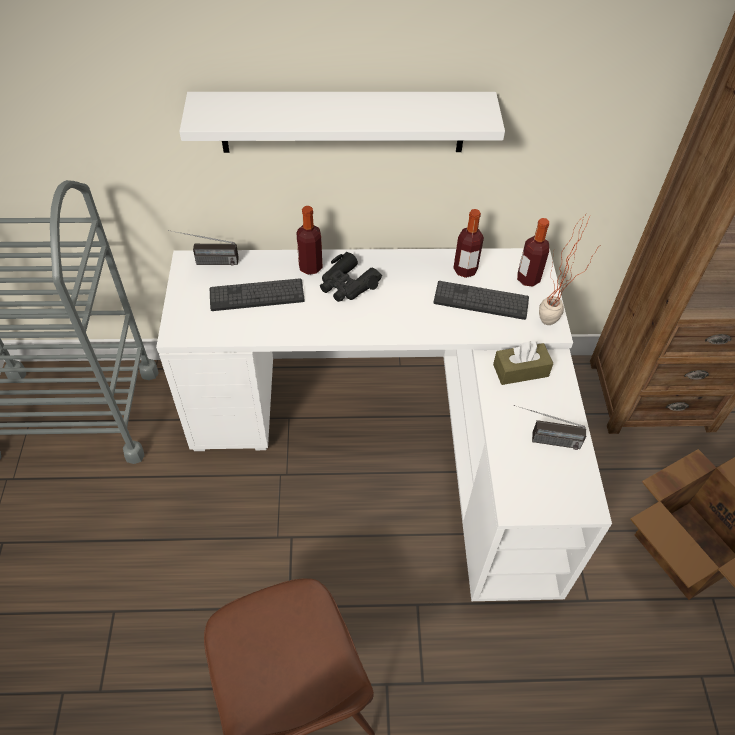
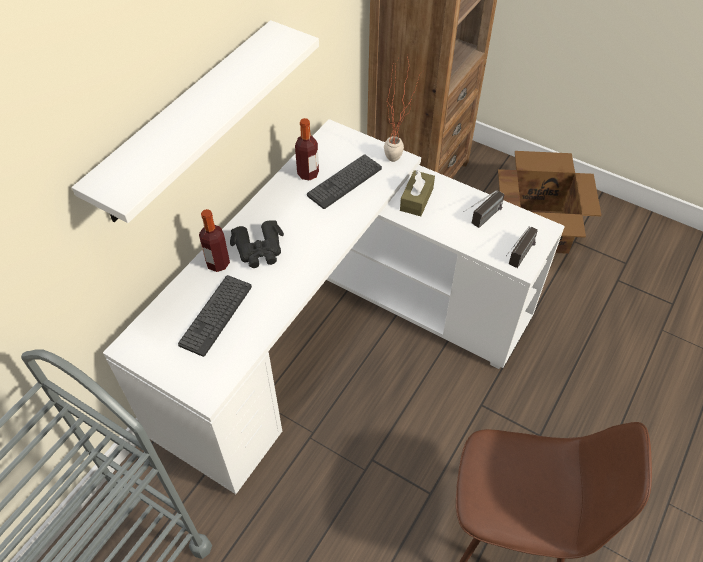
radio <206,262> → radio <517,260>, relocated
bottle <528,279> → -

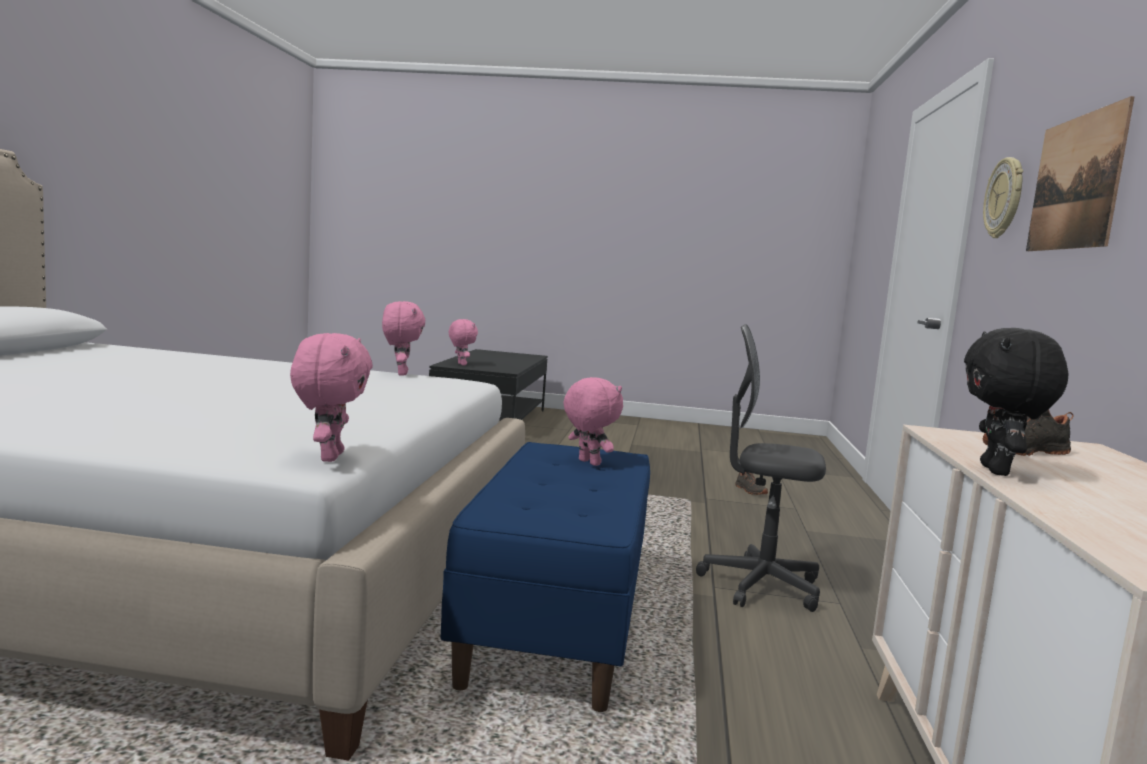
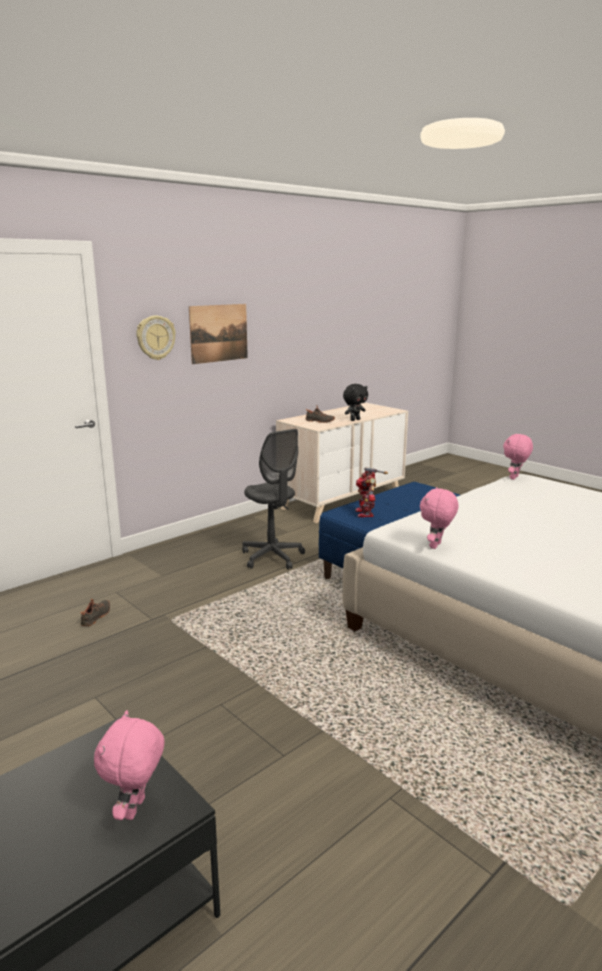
pink plush toy <587,463> → toy robot <366,513>

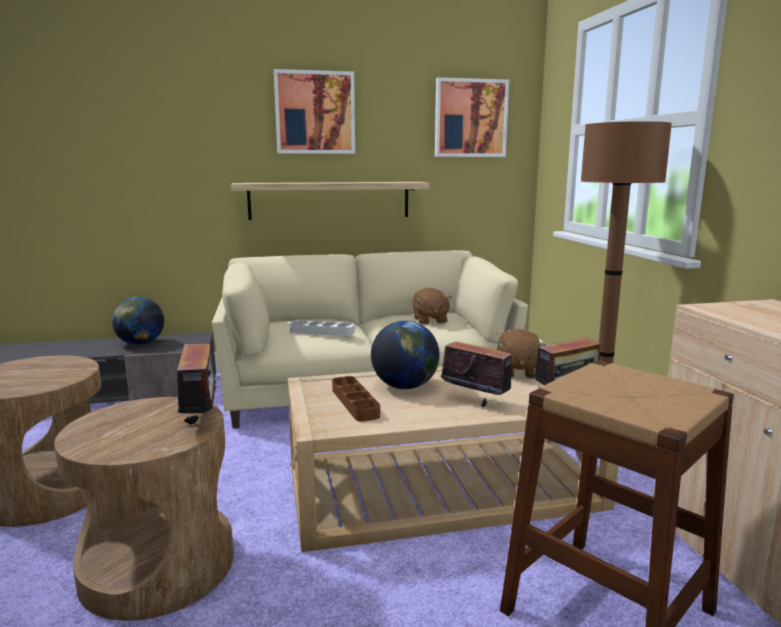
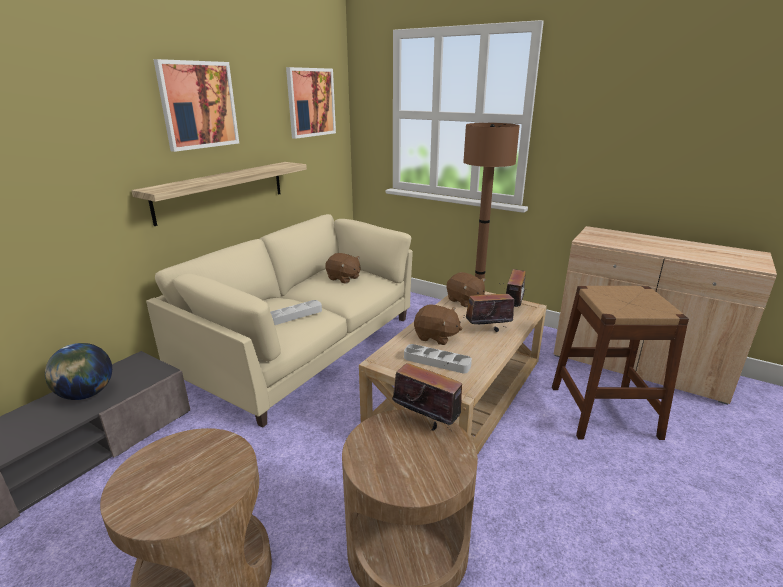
brown tray <355,402> → grey tray <437,362>
globe <405,386> → brown plush toy <436,337>

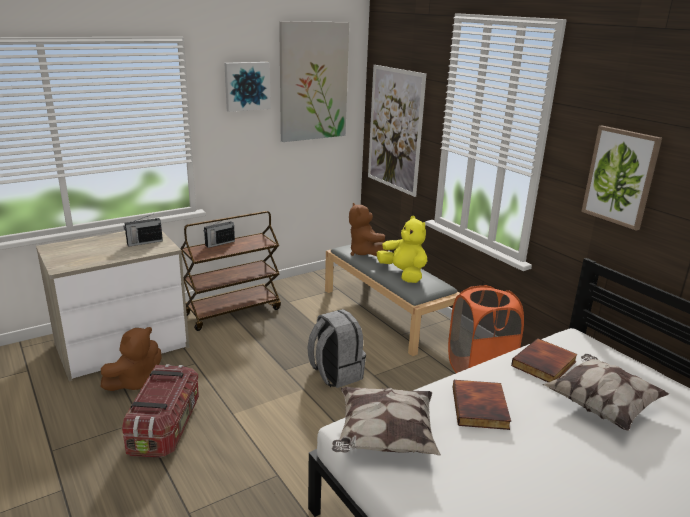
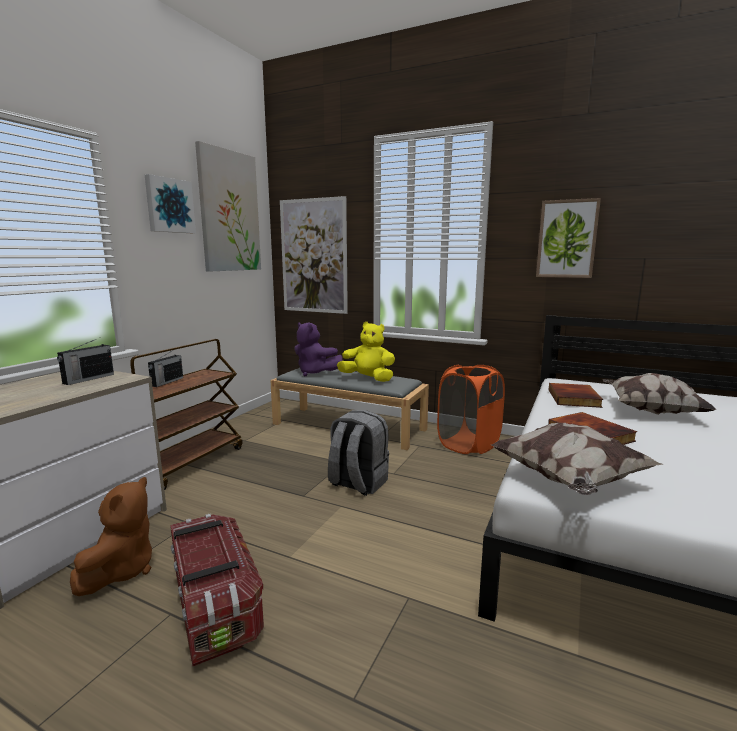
brown plush toy <365,253> → purple plush toy <315,373>

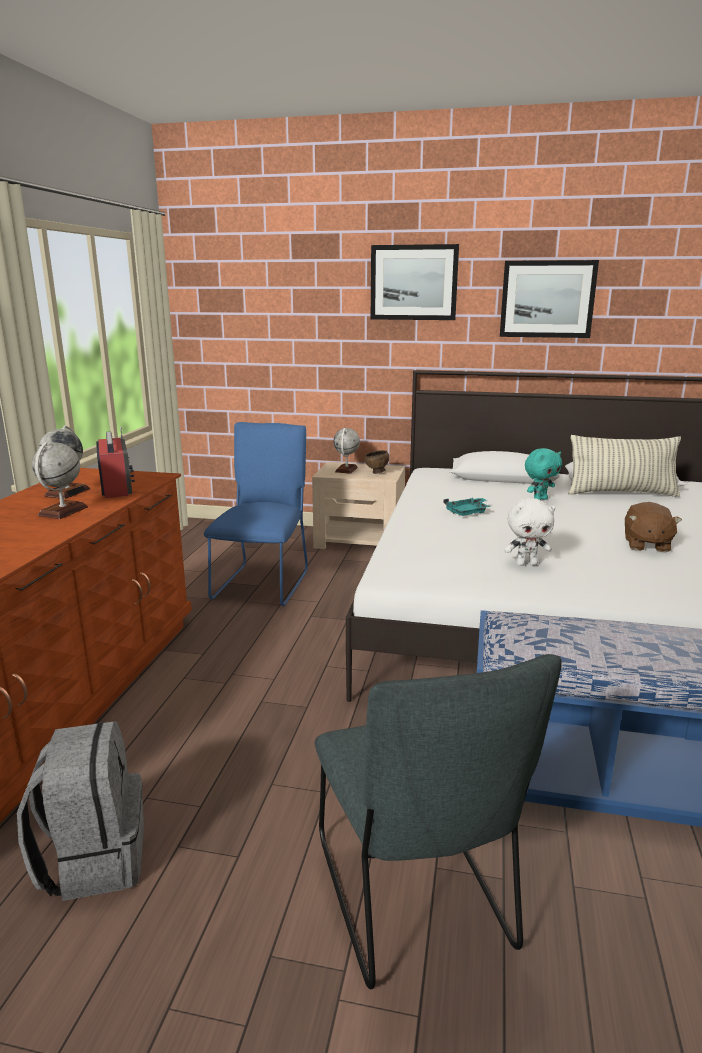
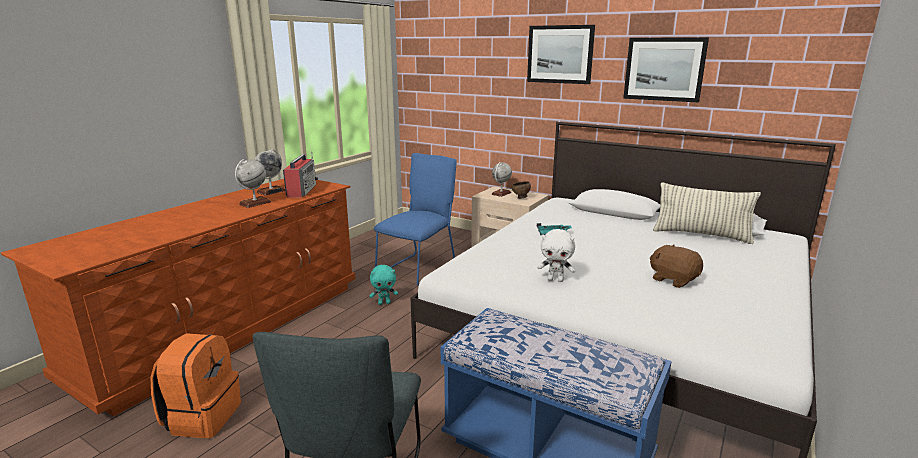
grey backpack <94,858> → orange backpack <202,417>
turquoise plush toy <539,499> → turquoise plush toy <384,303>, relocated
brown plush toy <646,545> → brown plush toy <673,279>, 105 degrees clockwise

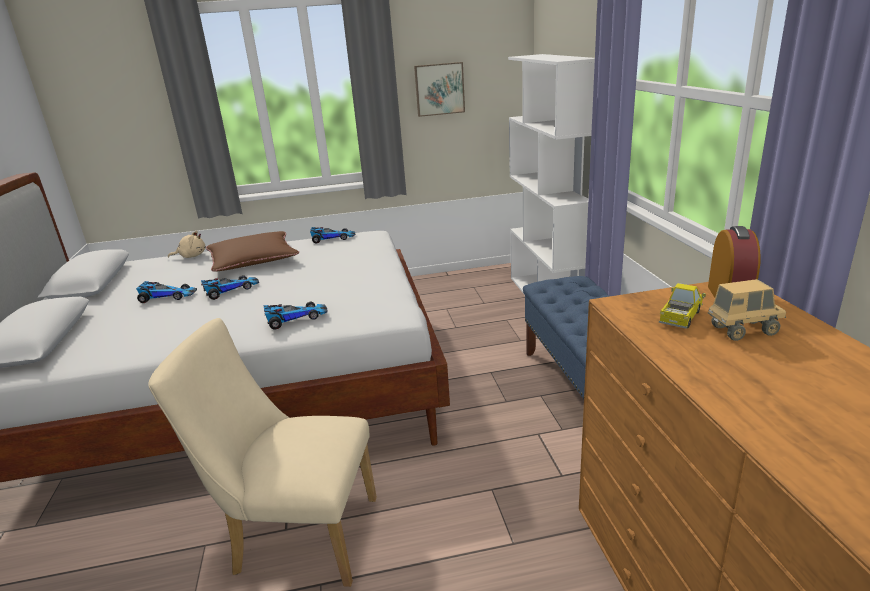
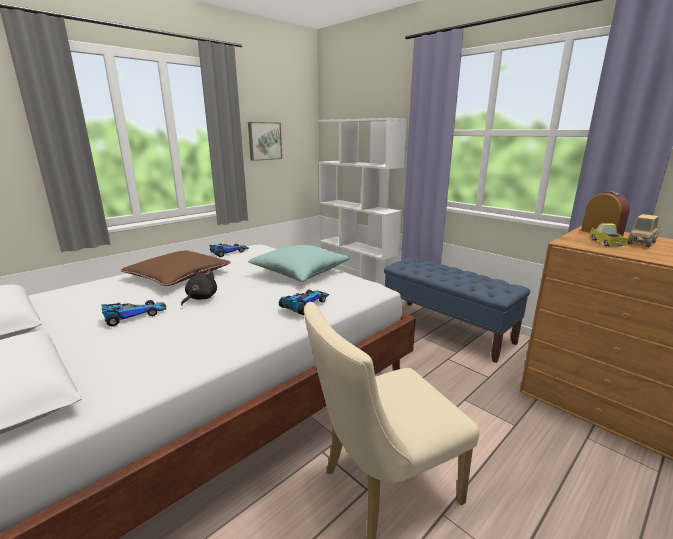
toy car <230,290> → black plush toy <200,298>
- → turquoise pillow <300,273>
beige plush toy <191,256> → -

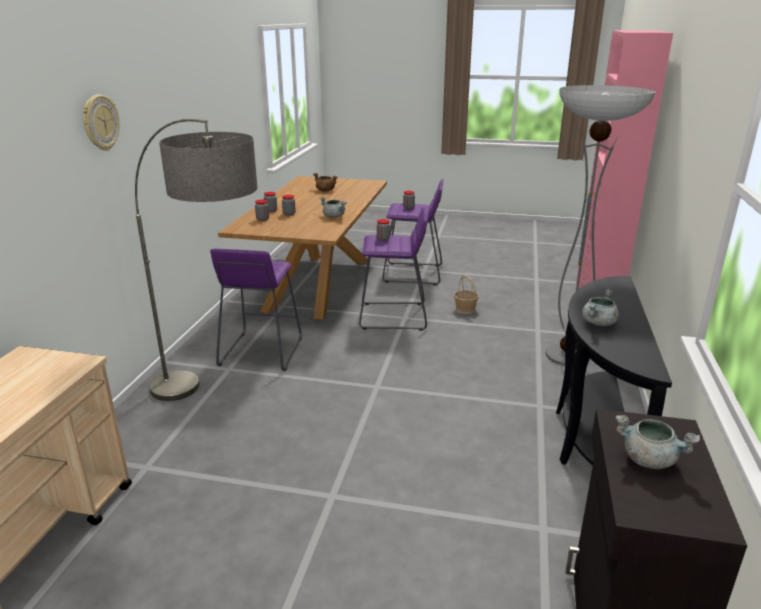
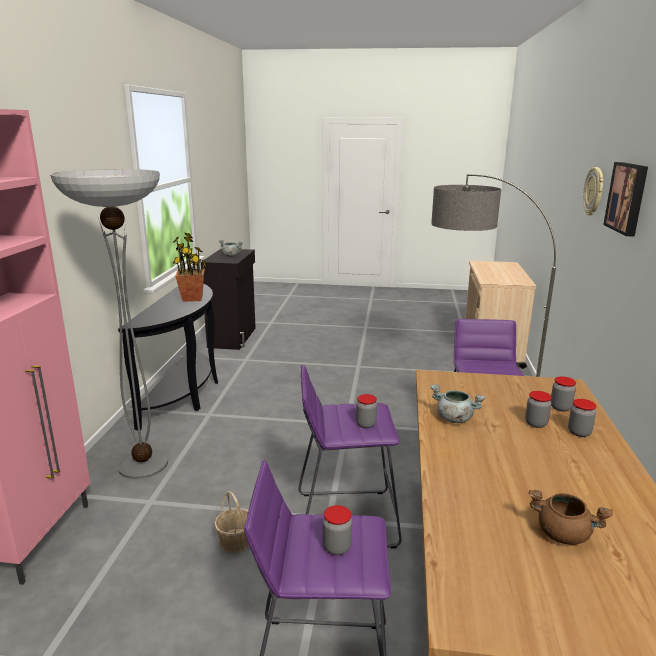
grey cooking pot <598,323> → potted plant <192,298>
- → picture <628,198>

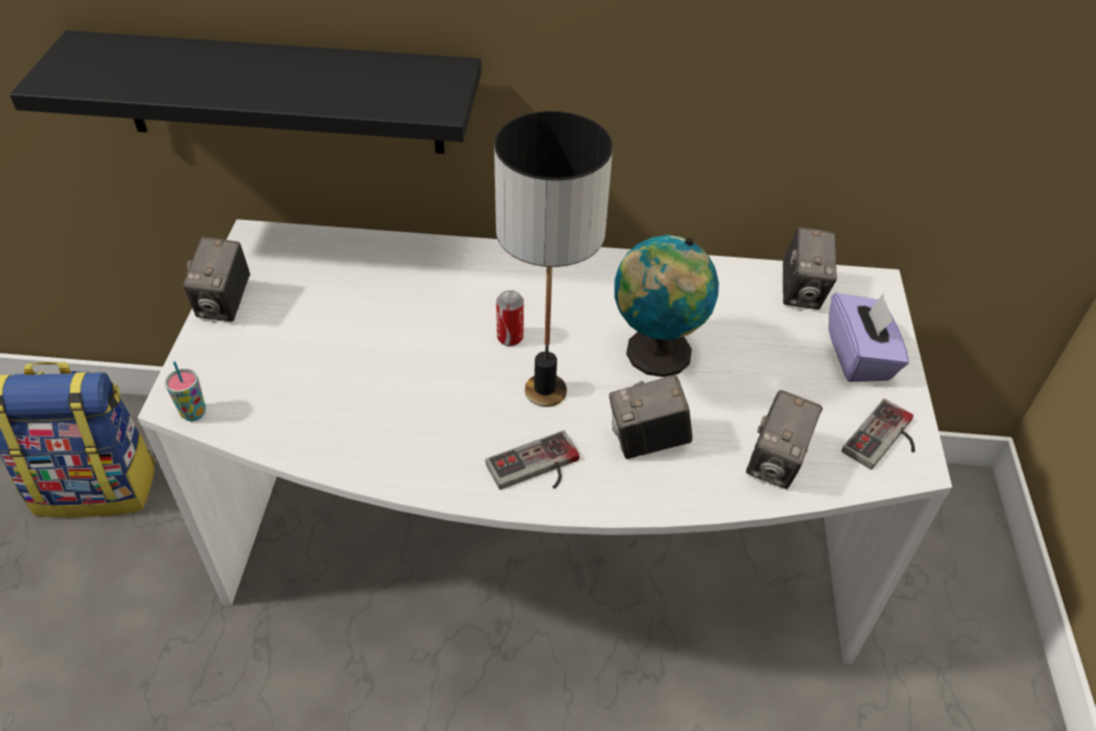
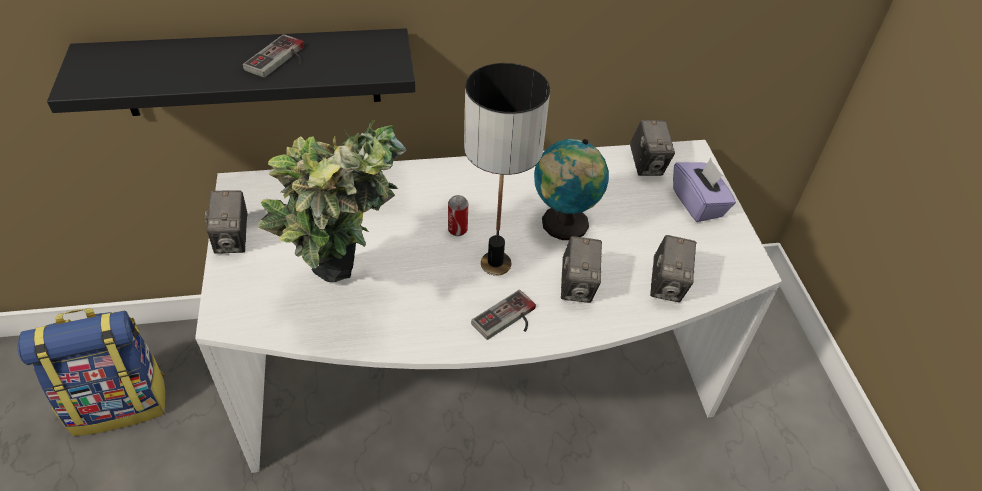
game controller <886,441> → game controller <281,60>, relocated
- → potted plant <347,300>
photo camera <647,441> → photo camera <577,287>, 60 degrees counterclockwise
cup <193,413> → -

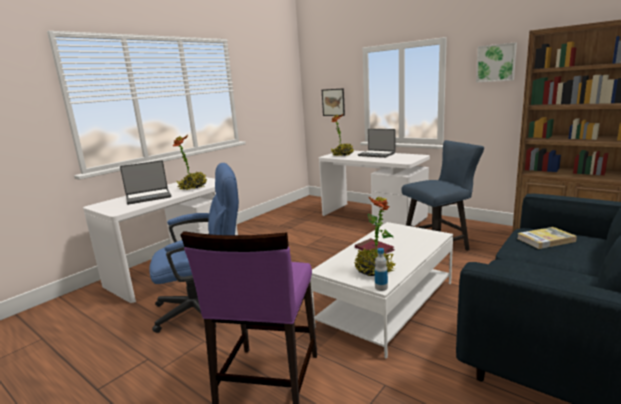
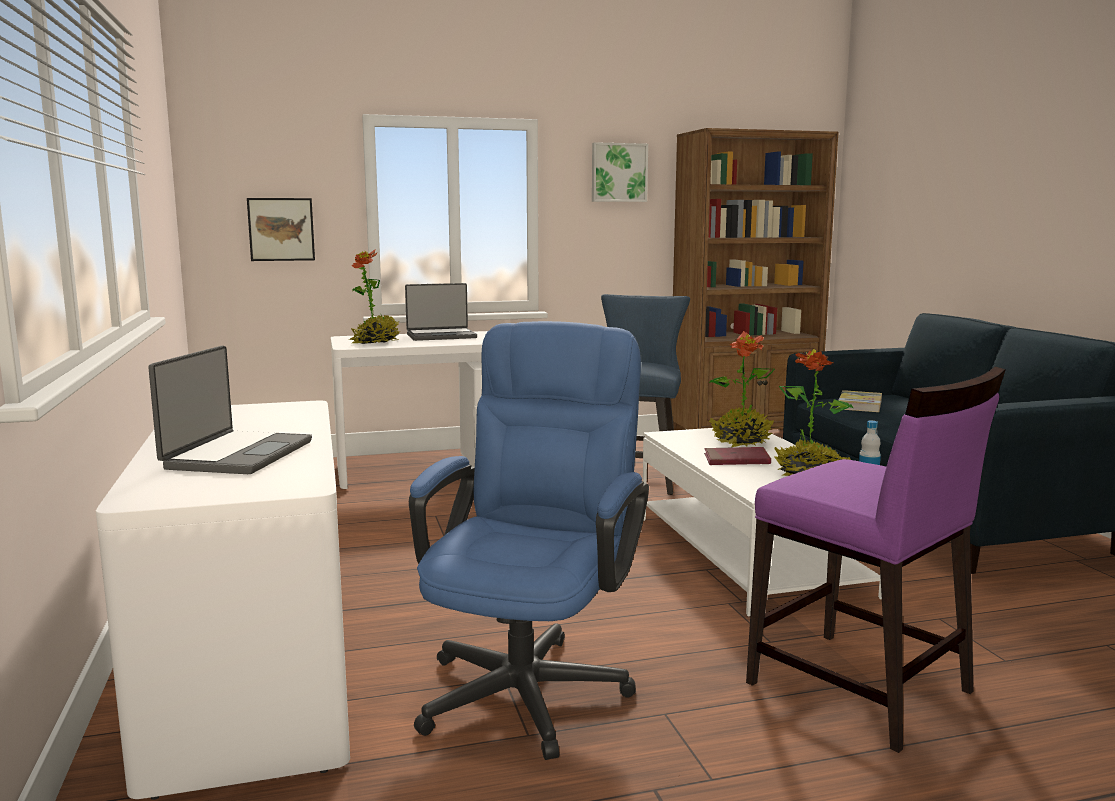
potted plant <193,188> → potted plant <740,441>, relocated

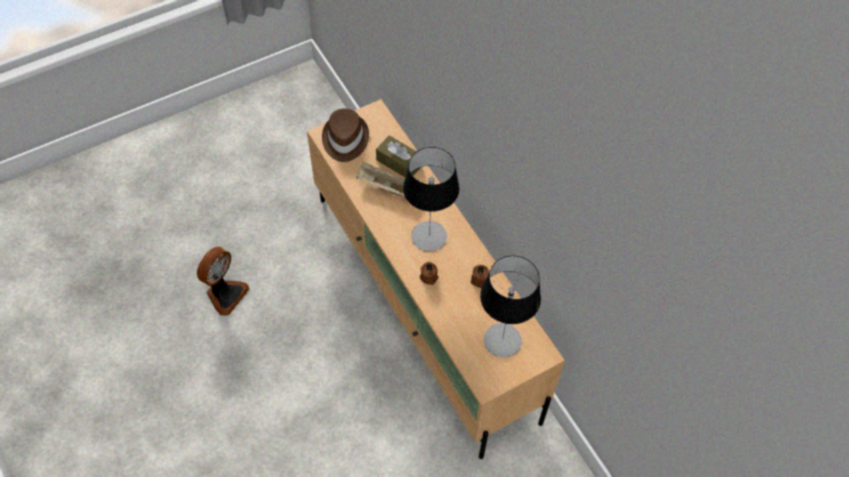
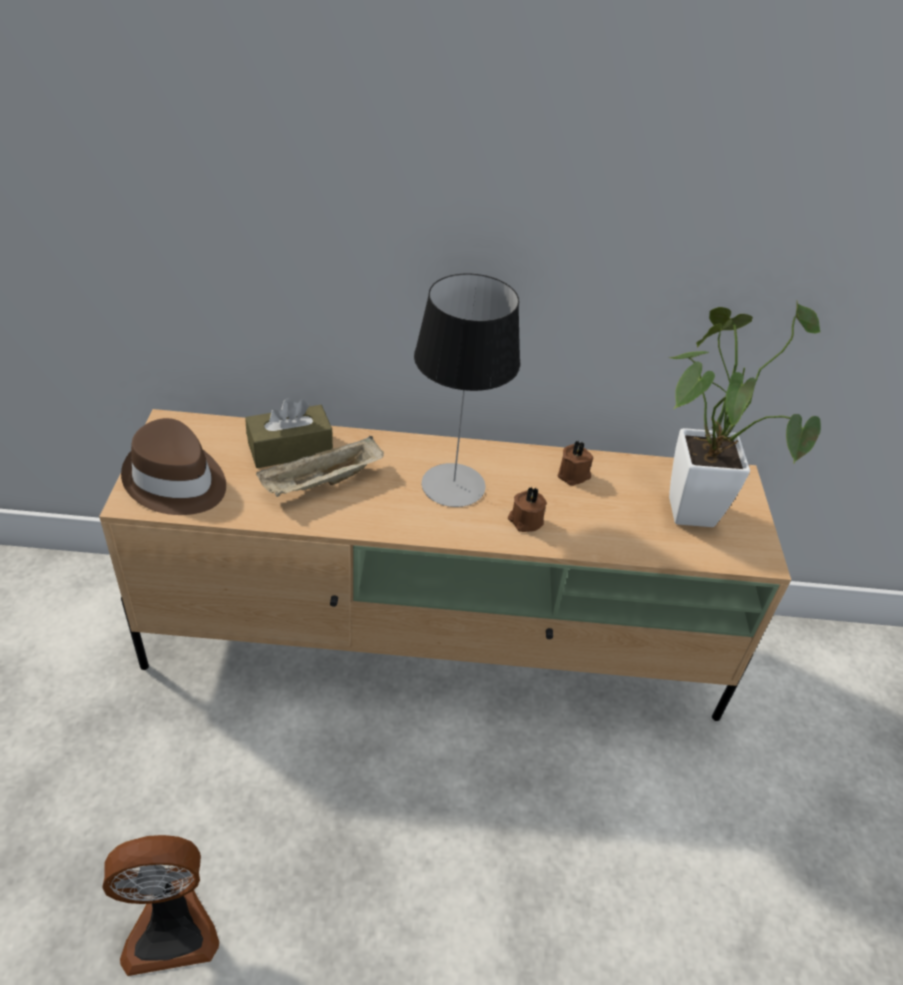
fan <225,294> → fan <171,927>, 105 degrees clockwise
table lamp <502,340> → potted plant <689,503>

